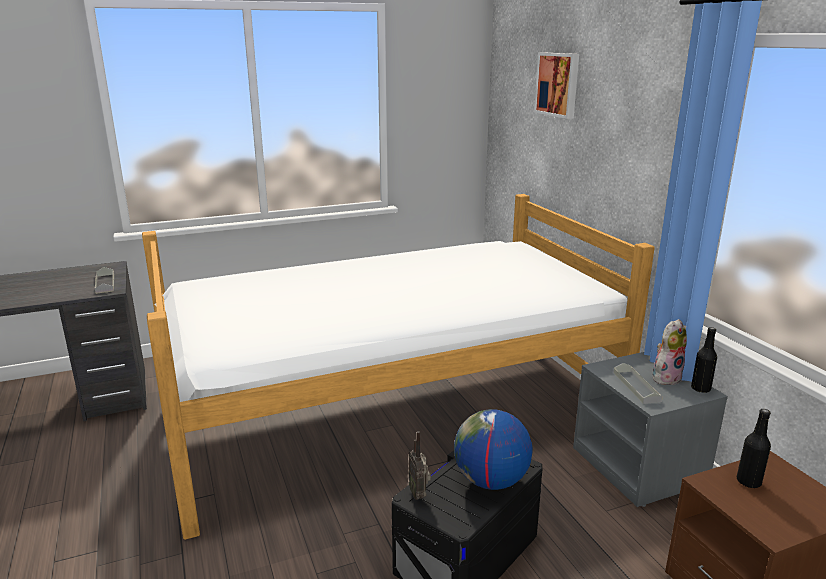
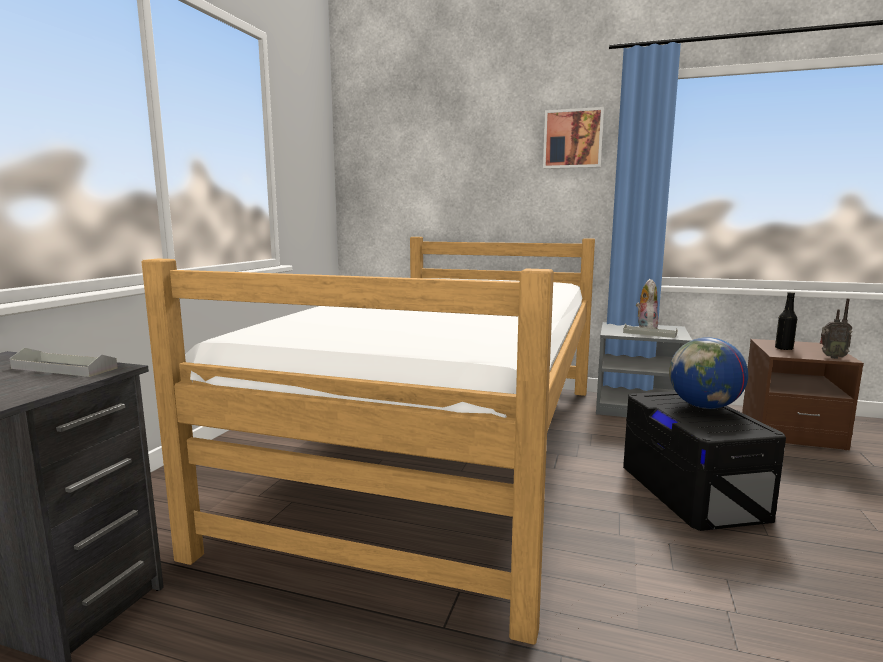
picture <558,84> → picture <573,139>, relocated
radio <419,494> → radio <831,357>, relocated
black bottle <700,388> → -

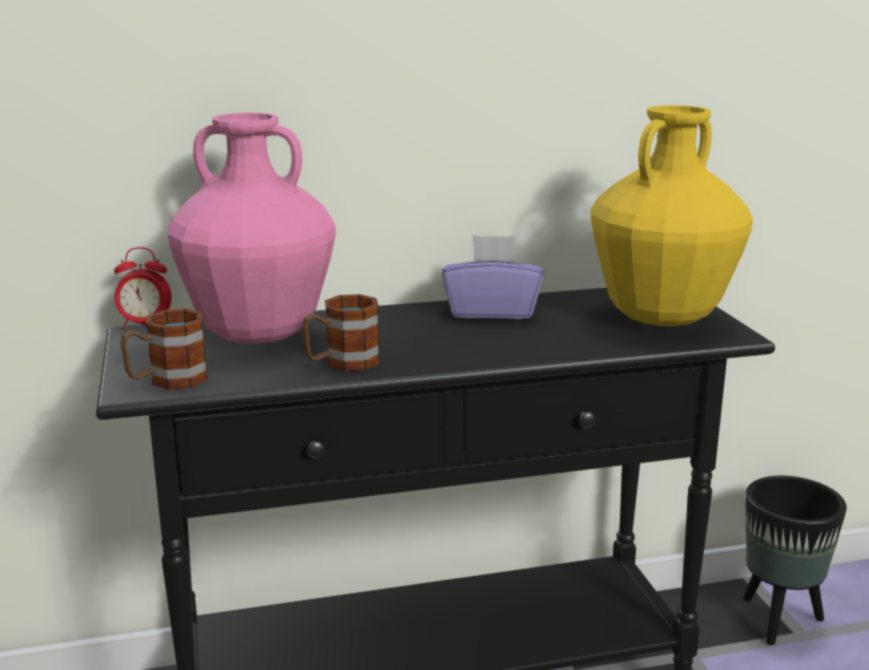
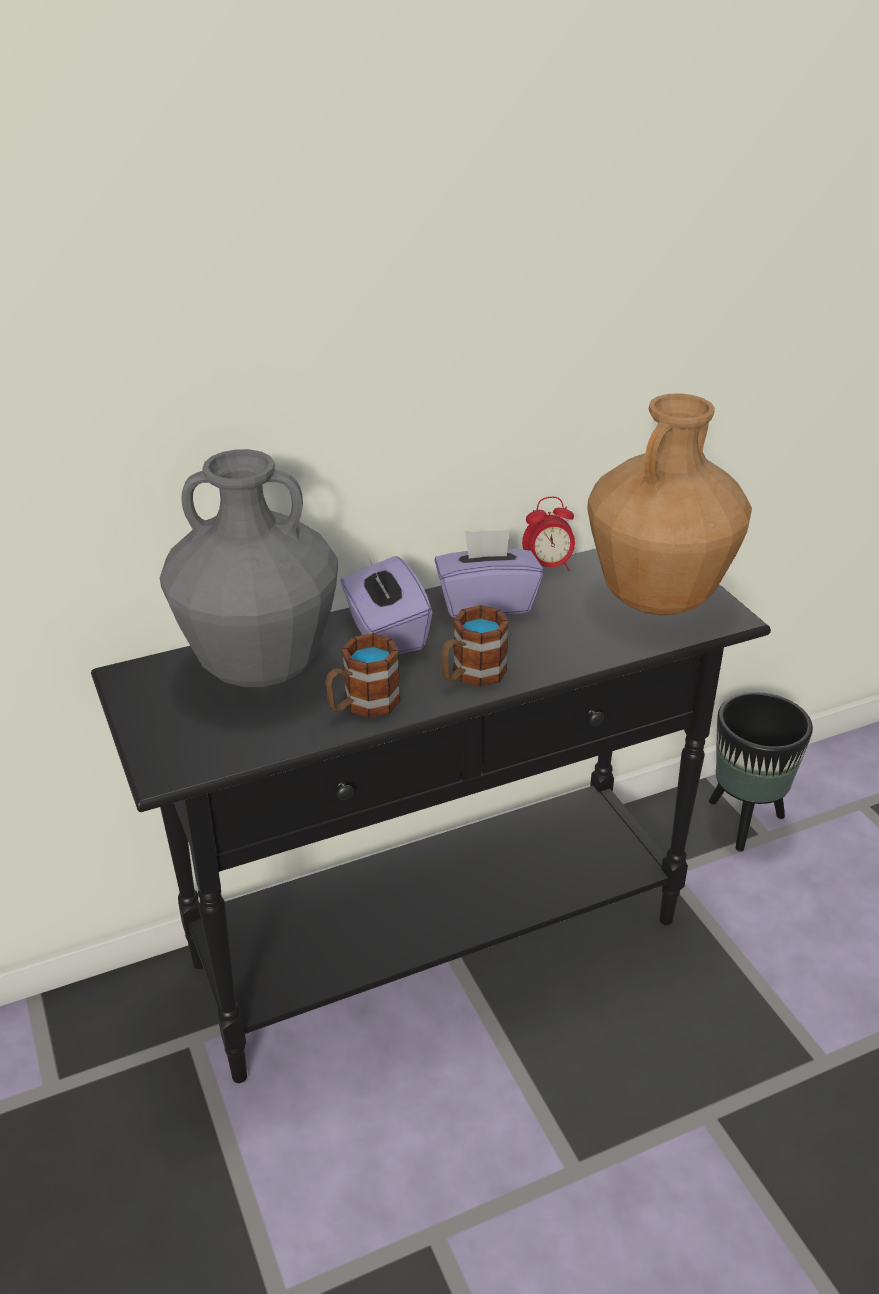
pink vase <260,335> → grey vase <262,668>
- → purple tissue box <385,633>
mug <167,381> → mug <471,675>, relocated
alarm clock <144,326> → alarm clock <548,567>, relocated
yellow vase <662,319> → brown vase <657,599>

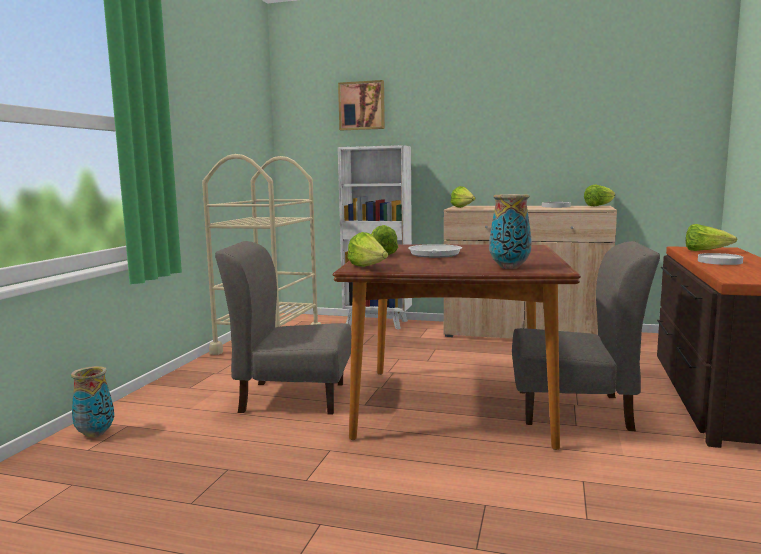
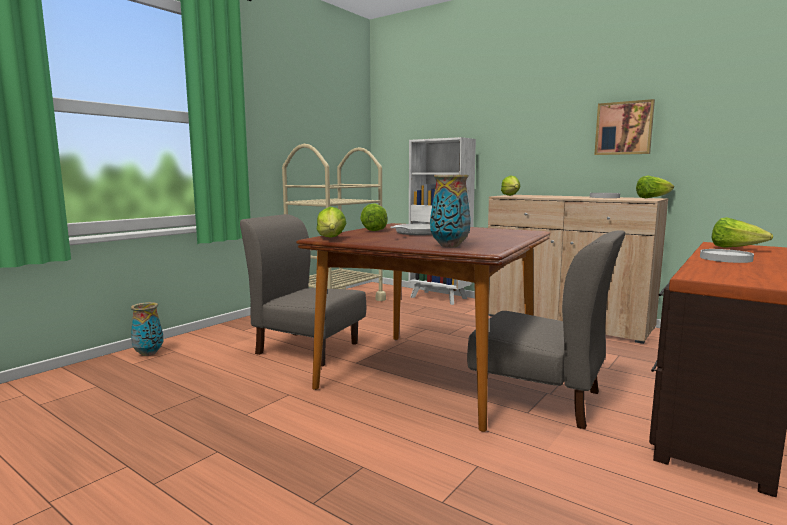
picture <362,106> → picture <624,128>, relocated

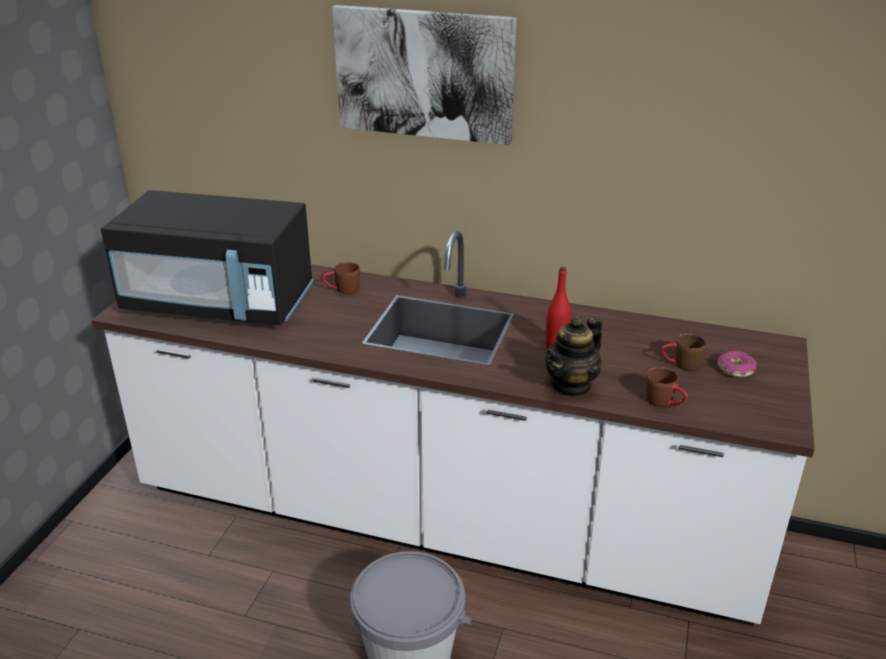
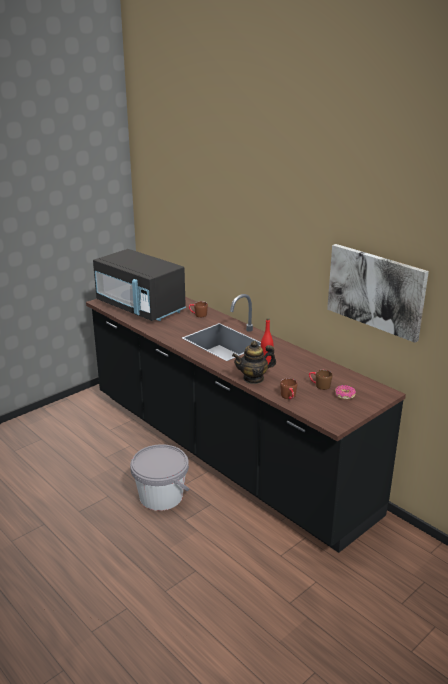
white counter <443,520> → black counter <223,452>
picture <424,74> → picture <376,290>, relocated

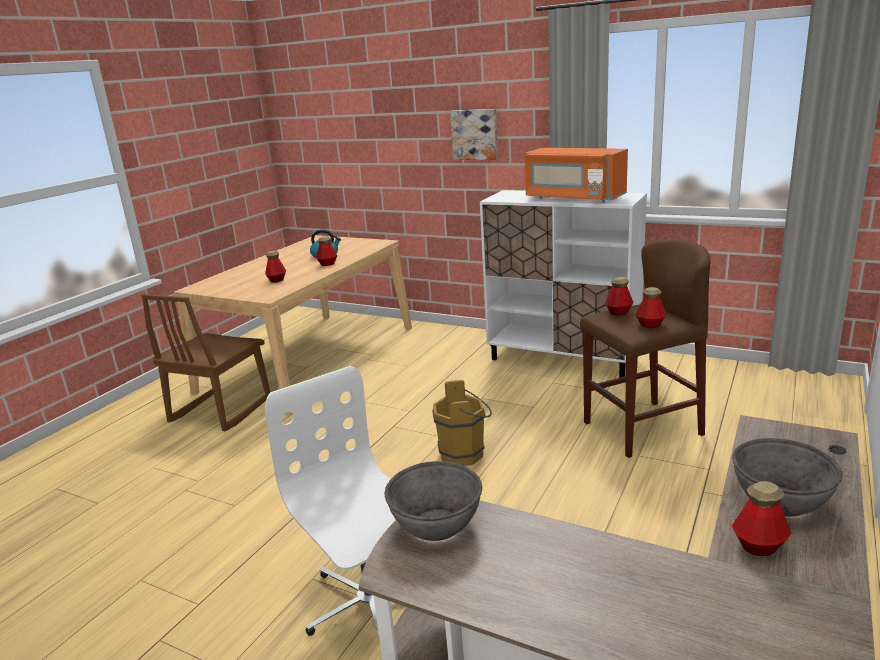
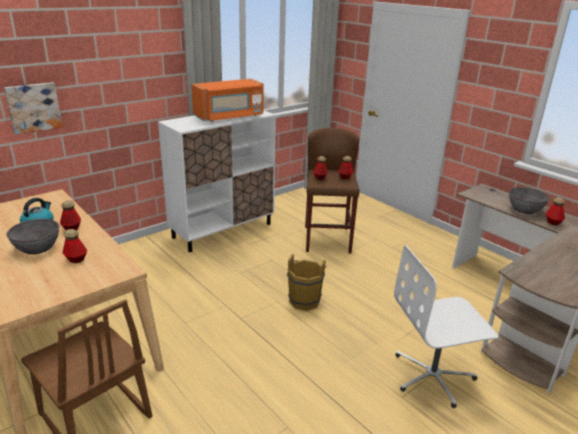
picture <475,134> → picture <33,107>, relocated
grey bowl <436,524> → grey bowl <37,248>, relocated

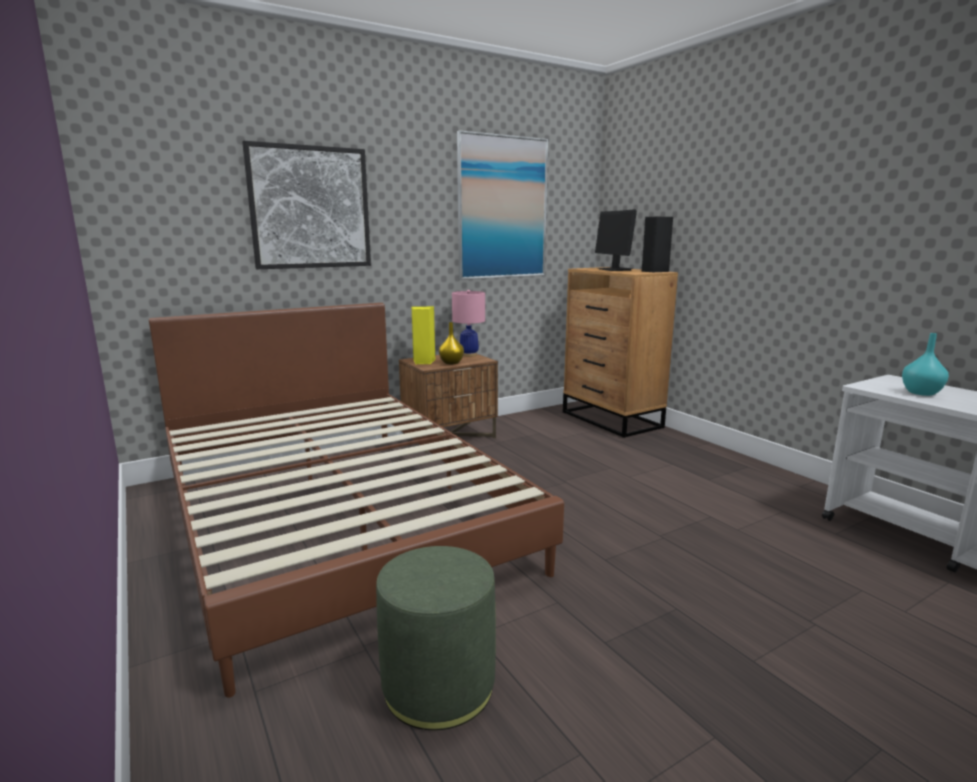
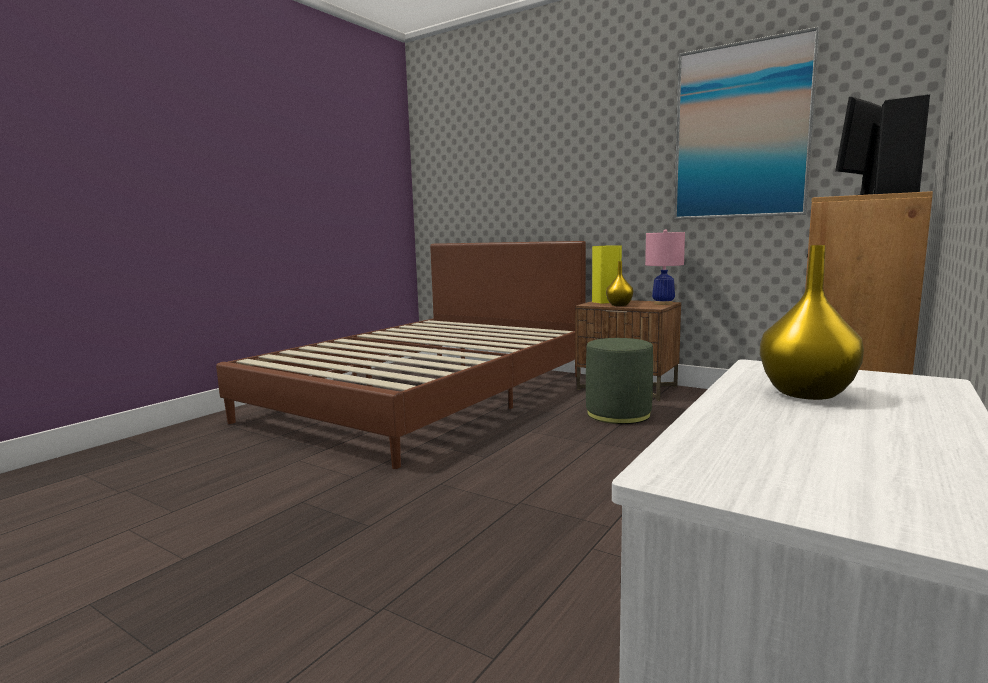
green ottoman <438,685> → green ottoman <618,414>, relocated
turquoise vase <921,392> → yellow vase <808,393>
picture <310,208> → -

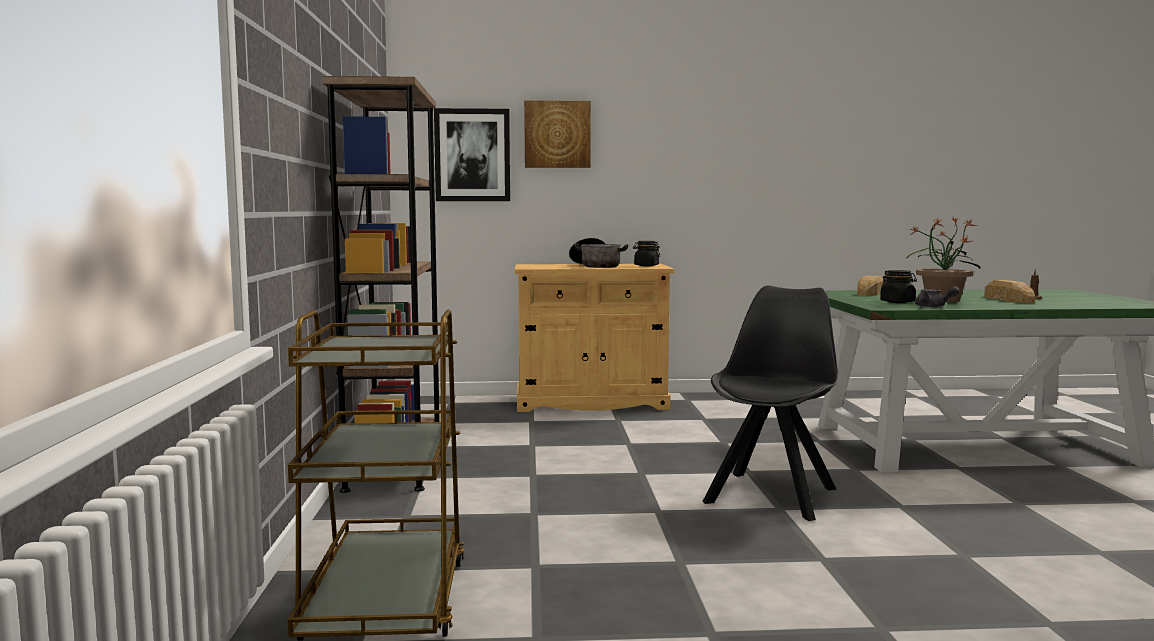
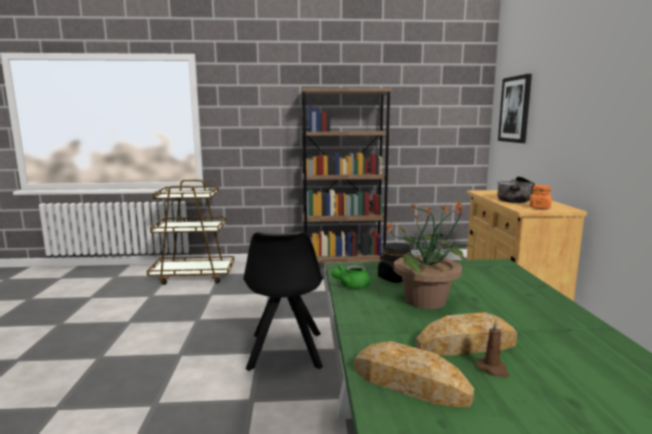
black chair <772,495> → black chair <285,352>, 60 degrees clockwise
grey teapot <934,307> → green teapot <350,286>
bread <871,293> → bread <409,384>, relocated
black jar <646,266> → orange jar <539,207>
picture <557,134> → -

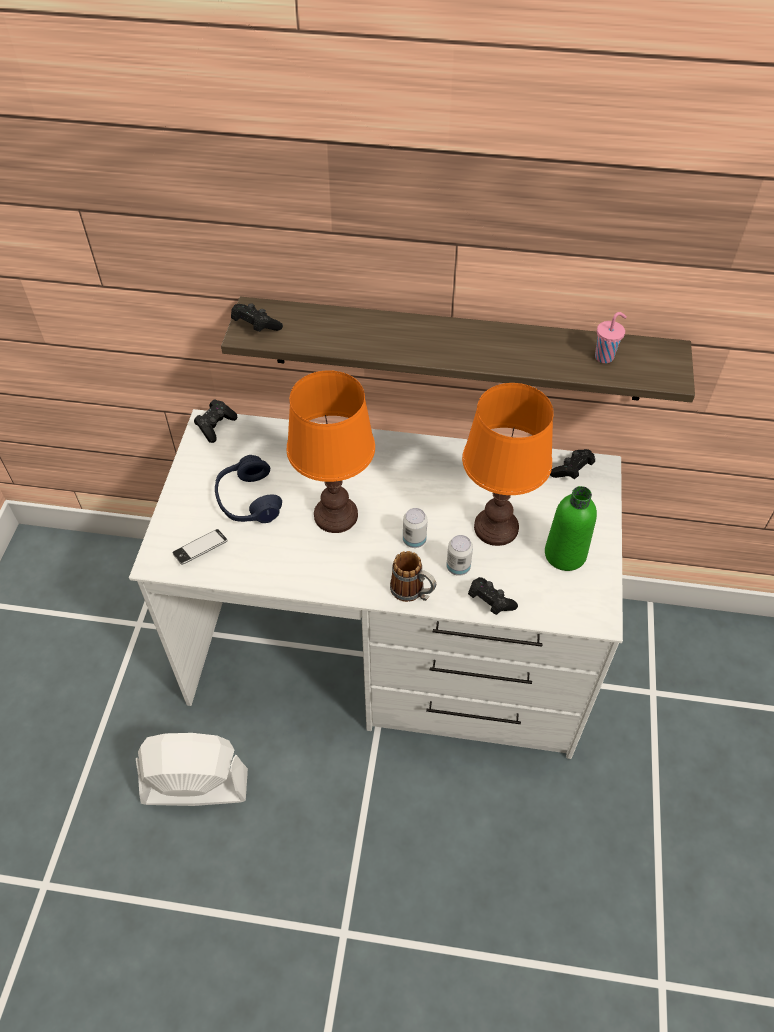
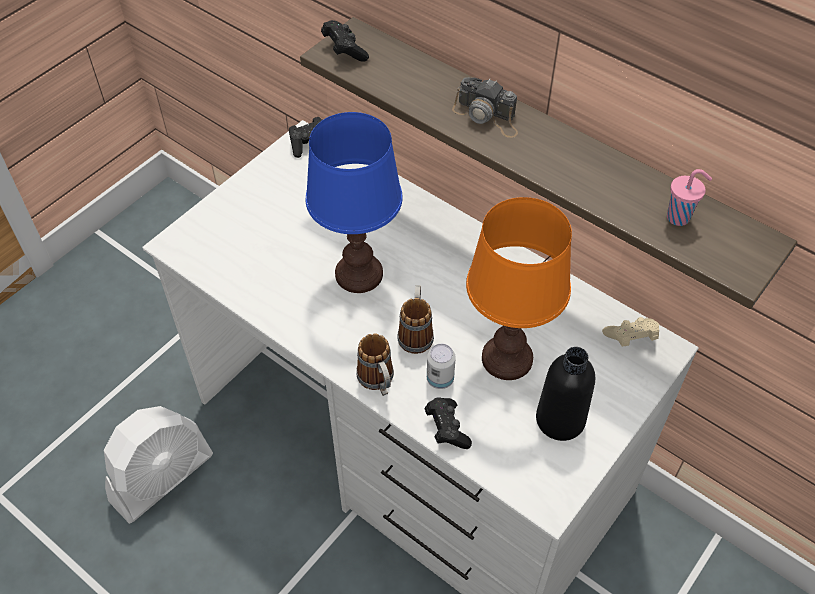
white fan <195,786> → white fan <162,478>, 105 degrees clockwise
orange table lamp <336,515> → blue table lamp <359,274>
can <414,540> → mug <416,332>
- → photo camera <487,116>
green bottle <565,554> → black bottle <560,420>
black game controller <572,471> → beige game controller <631,338>
phone <201,549> → -
blue headphones <248,500> → -

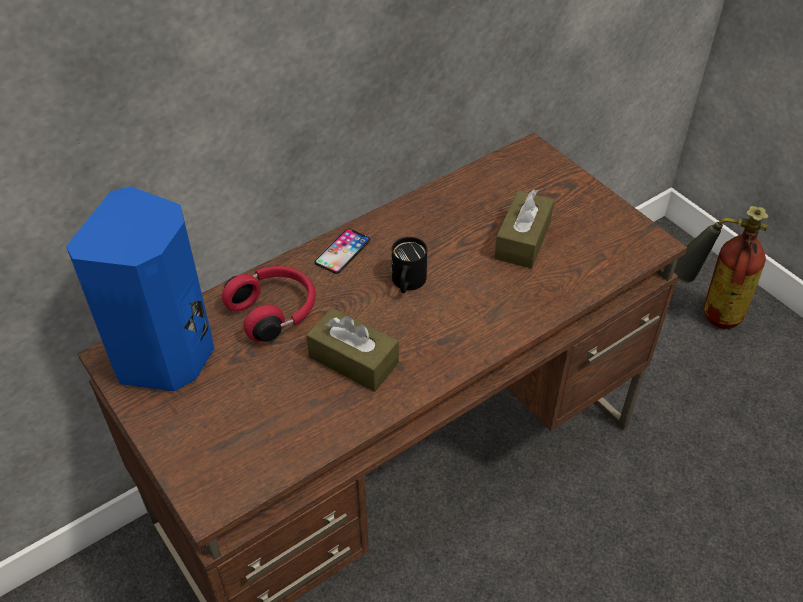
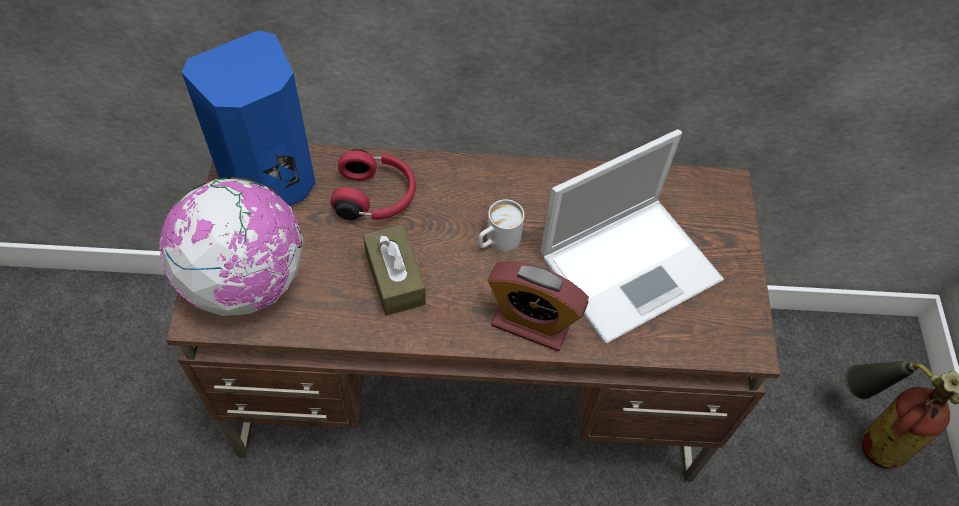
- → globe <246,281>
black mug <407,284> → white mug <497,241>
- → alarm clock <531,323>
brown tissue box <522,240> → laptop <632,266>
phone <342,251> → -

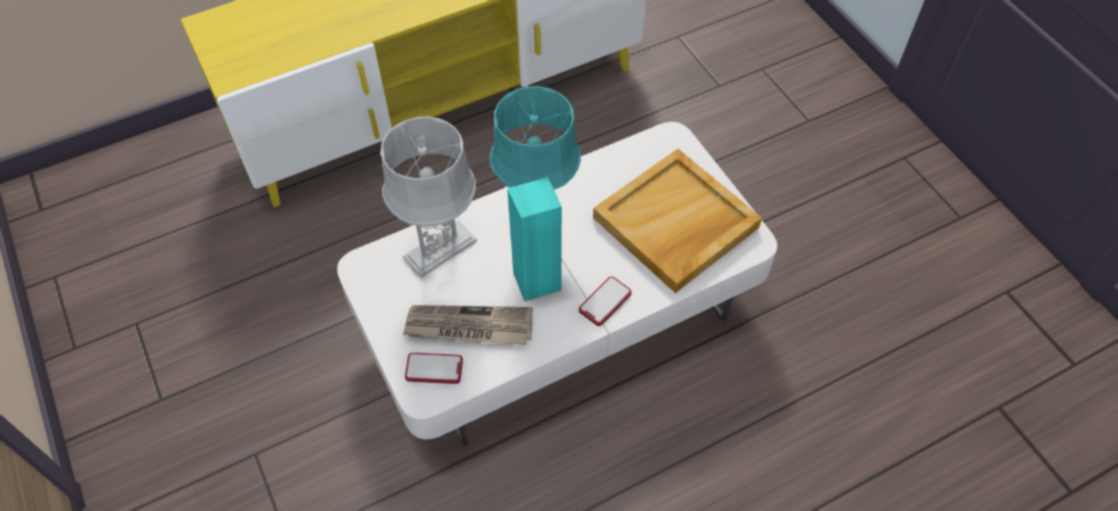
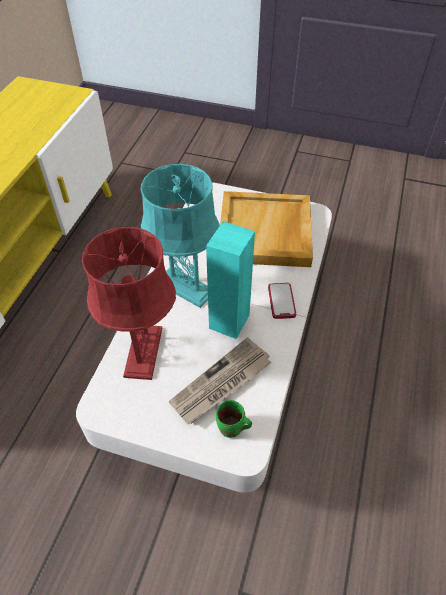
grey table lamp <440,248> → red table lamp <143,351>
phone <434,369> → green mug <231,429>

